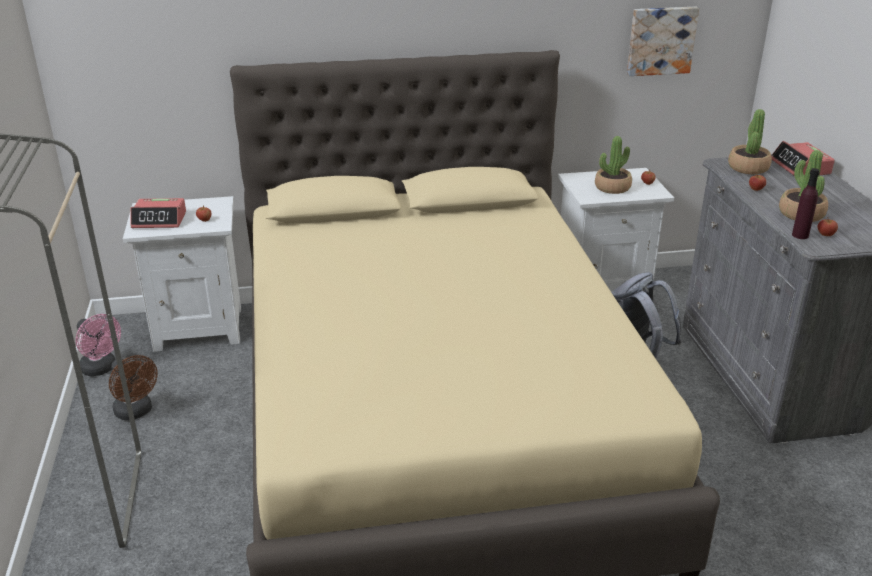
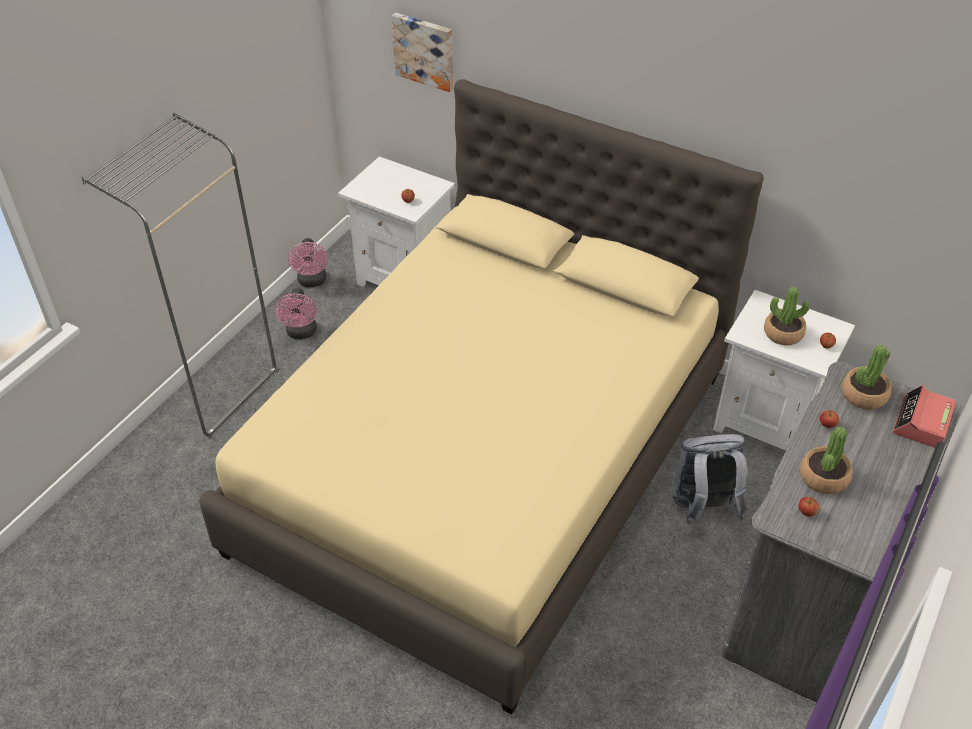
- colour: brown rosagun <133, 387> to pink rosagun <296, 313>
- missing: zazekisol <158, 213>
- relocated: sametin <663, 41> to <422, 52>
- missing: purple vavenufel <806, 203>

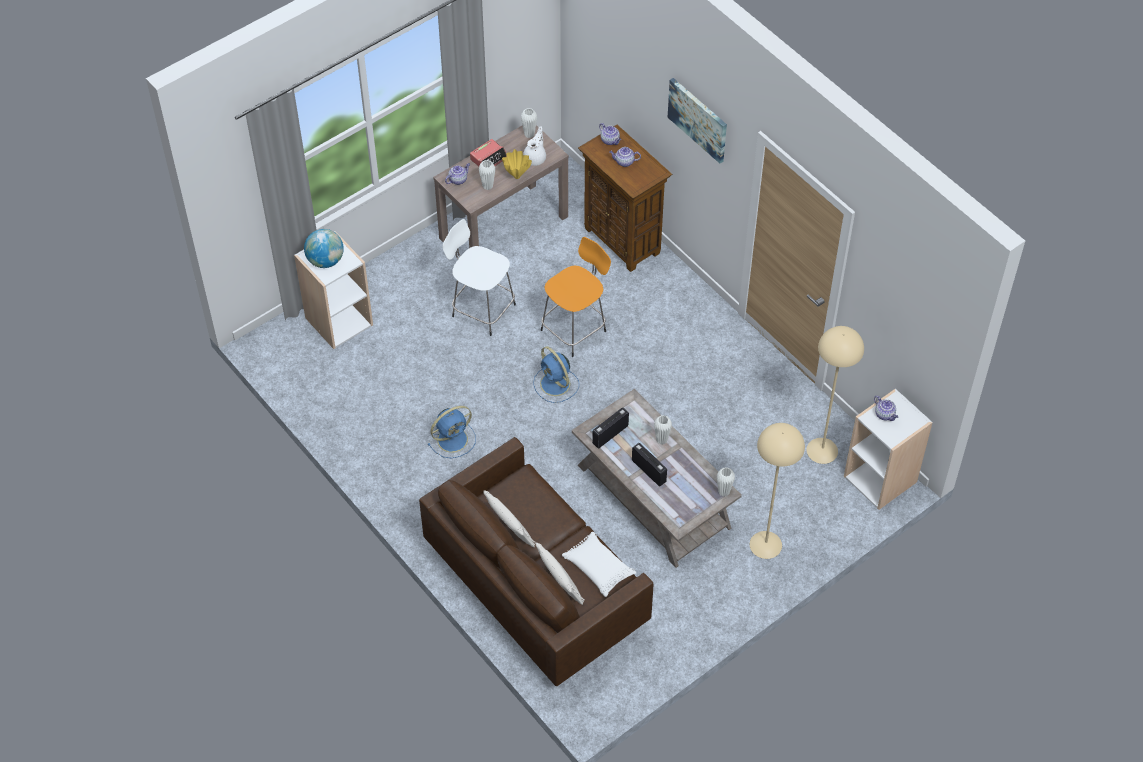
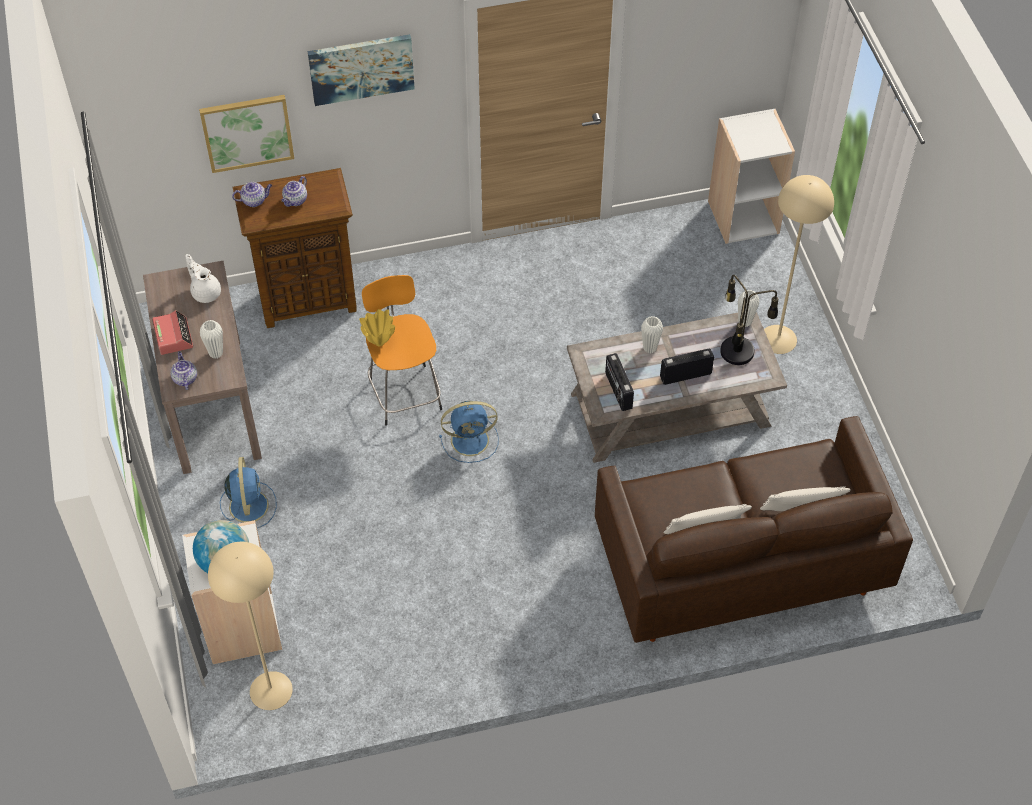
- relocated: blue rosagun <451, 432> to <248, 492>
- missing: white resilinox <479, 277>
- relocated: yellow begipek <517, 164> to <377, 327>
- missing: white begipek <529, 123>
- missing: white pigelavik <599, 564>
- relocated: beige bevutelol <835, 395> to <250, 626>
- missing: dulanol <886, 408>
- appeared: sametin <246, 134>
- appeared: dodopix <749, 320>

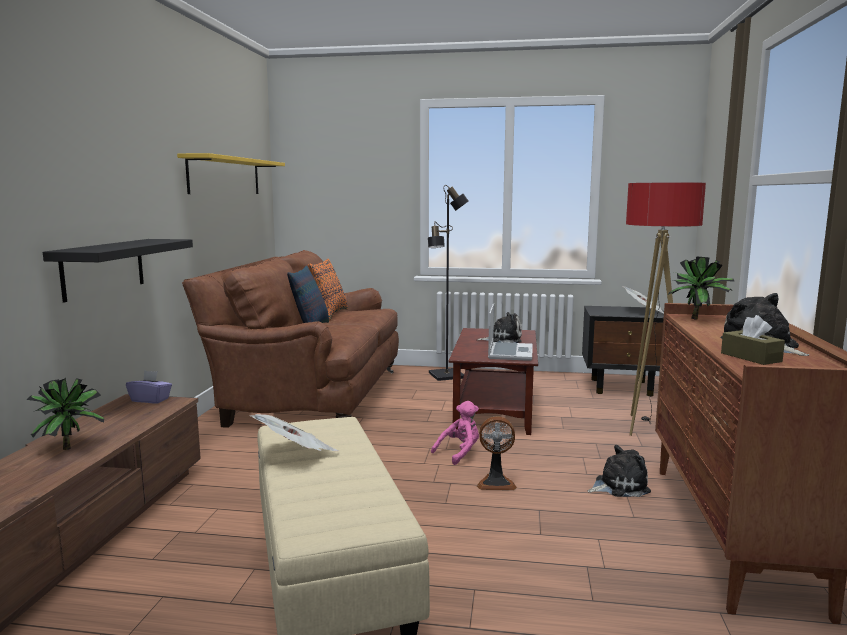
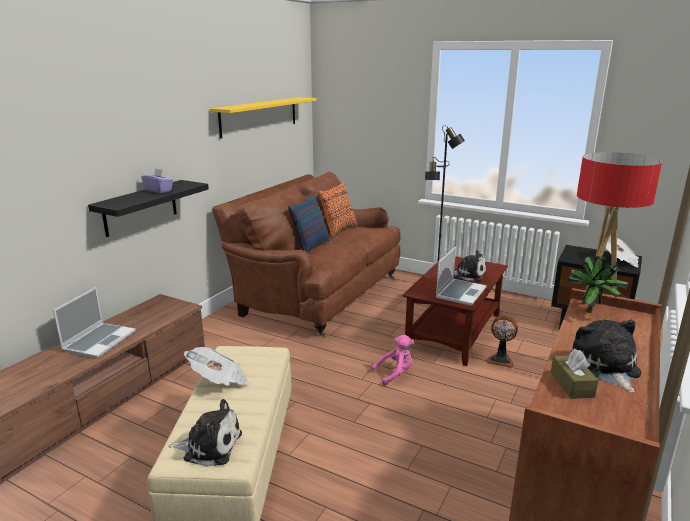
- exchanged: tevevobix <65, 414> to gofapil <94, 322>
- relocated: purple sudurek <149, 387> to <157, 180>
- relocated: rosagun <497, 453> to <502, 342>
- relocated: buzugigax <619, 471> to <205, 433>

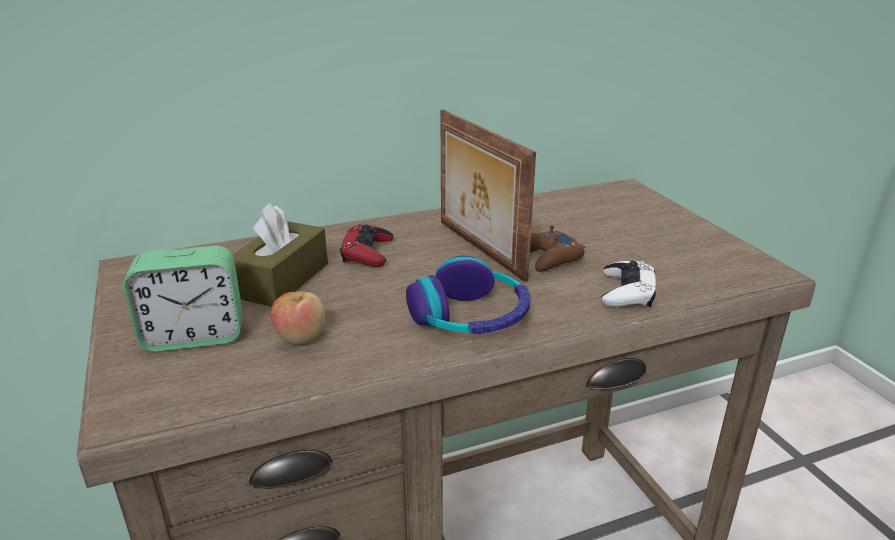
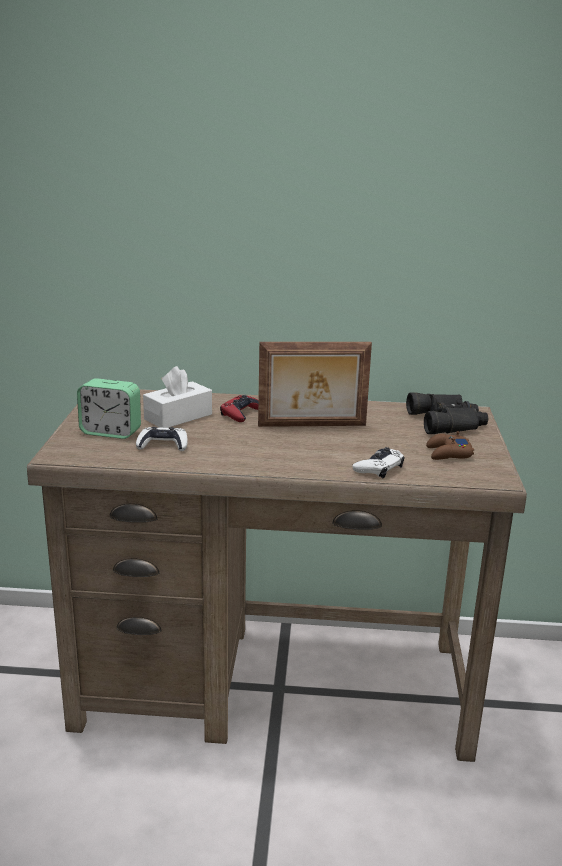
- colour: brown sudurek <280, 255> to white sudurek <177, 397>
- exchanged: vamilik <297, 318> to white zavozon <162, 439>
- missing: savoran <468, 295>
- spun: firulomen <488, 196> = <315, 384> 90 degrees counterclockwise
- relocated: brown zavozon <557, 248> to <450, 445>
- appeared: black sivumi <447, 413>

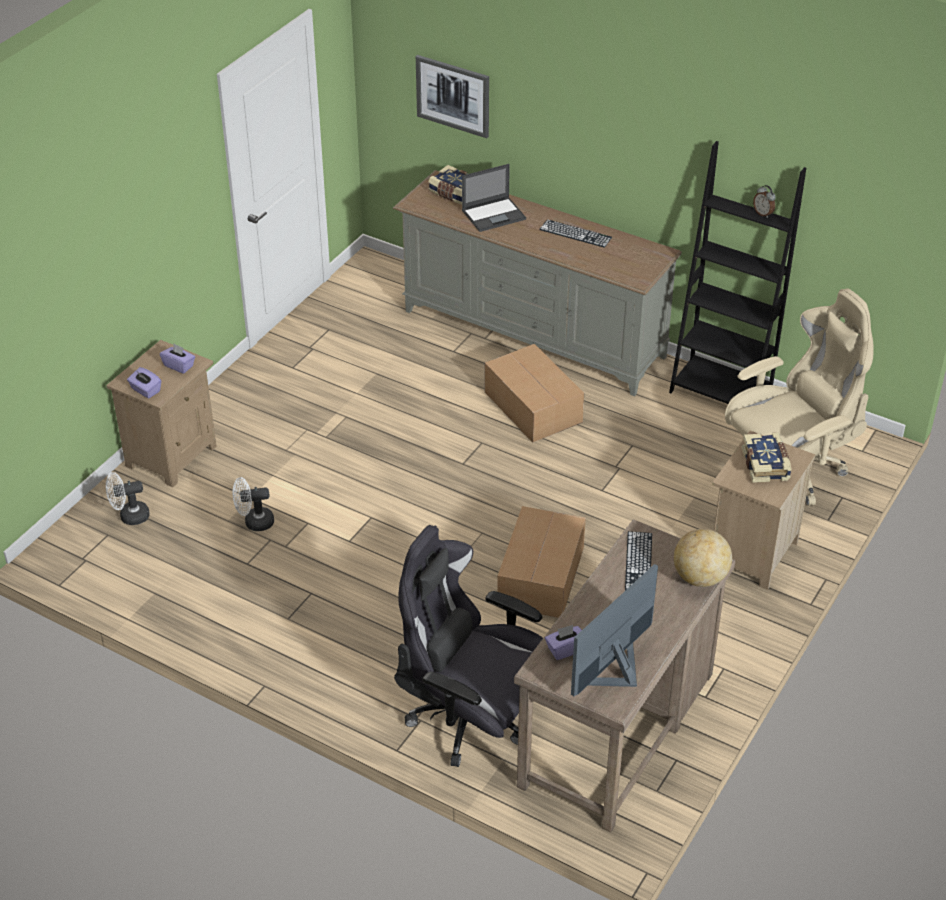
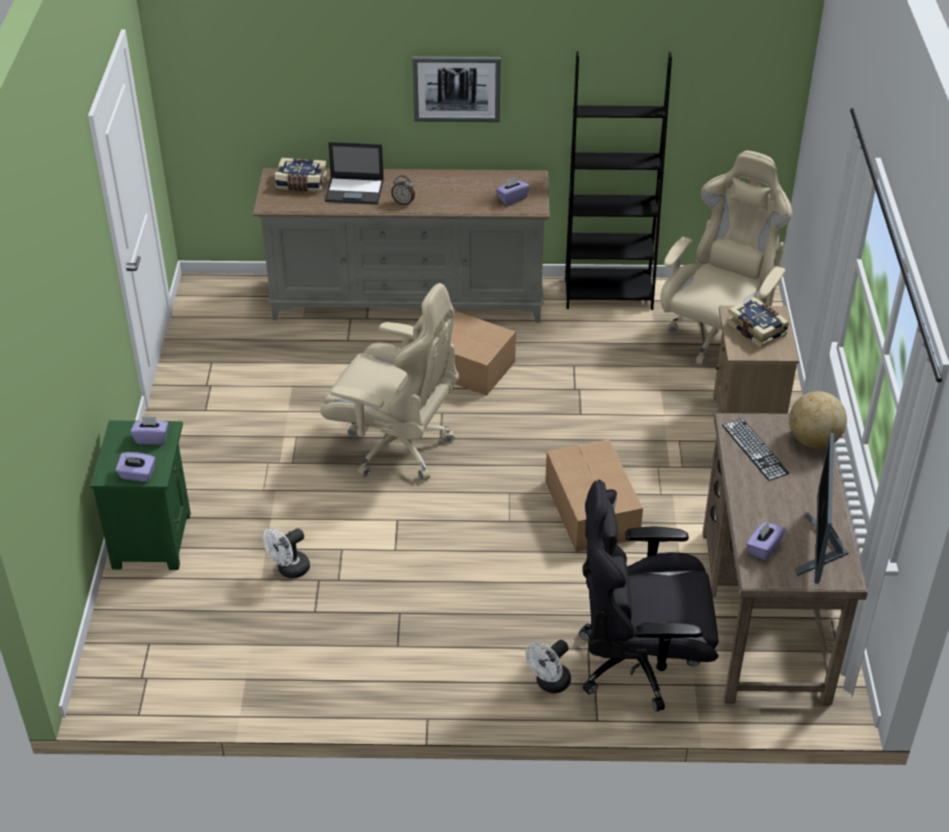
- colour: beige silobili <161, 413> to green silobili <140, 495>
- relocated: white rosagun <128, 498> to <548, 666>
- relocated: sametin <452, 96> to <456, 89>
- spun: gofapil <494, 198> = <354, 173> 60 degrees clockwise
- missing: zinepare <575, 233>
- relocated: zazekisol <764, 201> to <403, 190>
- appeared: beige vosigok <389, 382>
- appeared: purple sudurek <513, 190>

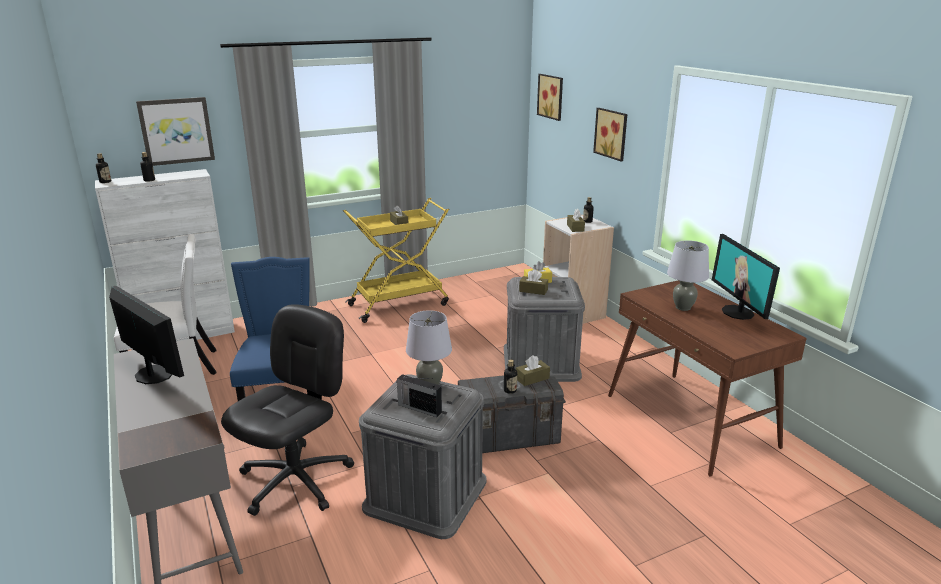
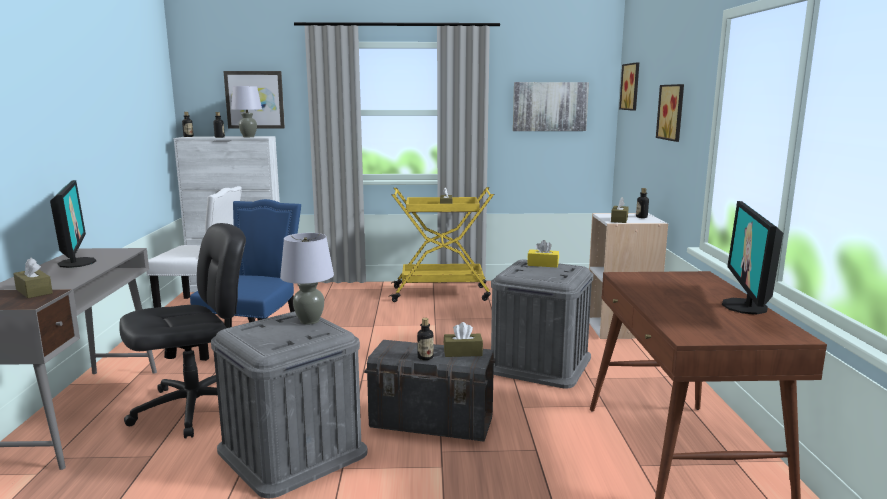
- missing: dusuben <419, 395>
- relocated: brown sudurek <533, 282> to <33, 277>
- relocated: grey dodopix <688, 275> to <246, 111>
- appeared: sametin <551, 106>

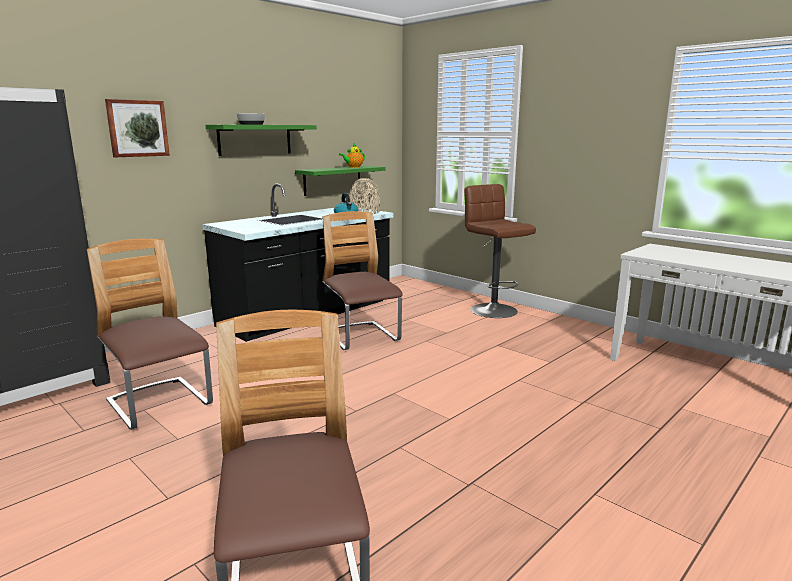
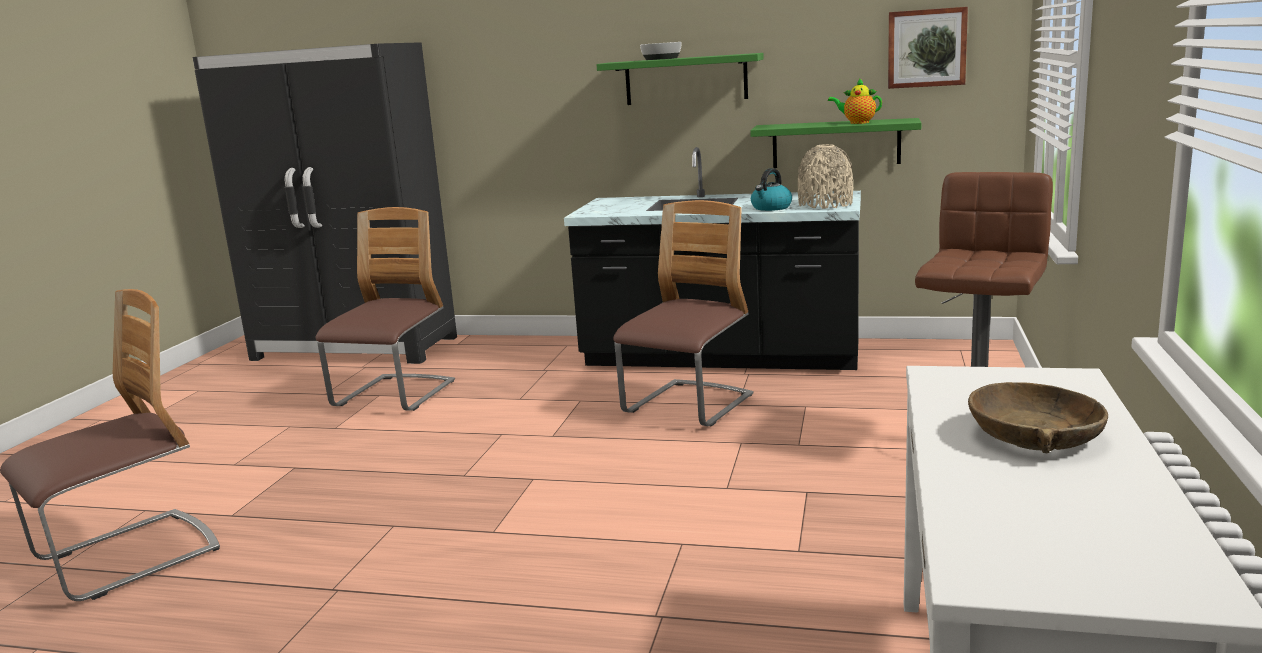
- relocated: sametin <137, 128> to <928, 48>
- appeared: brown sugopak <1038, 417>

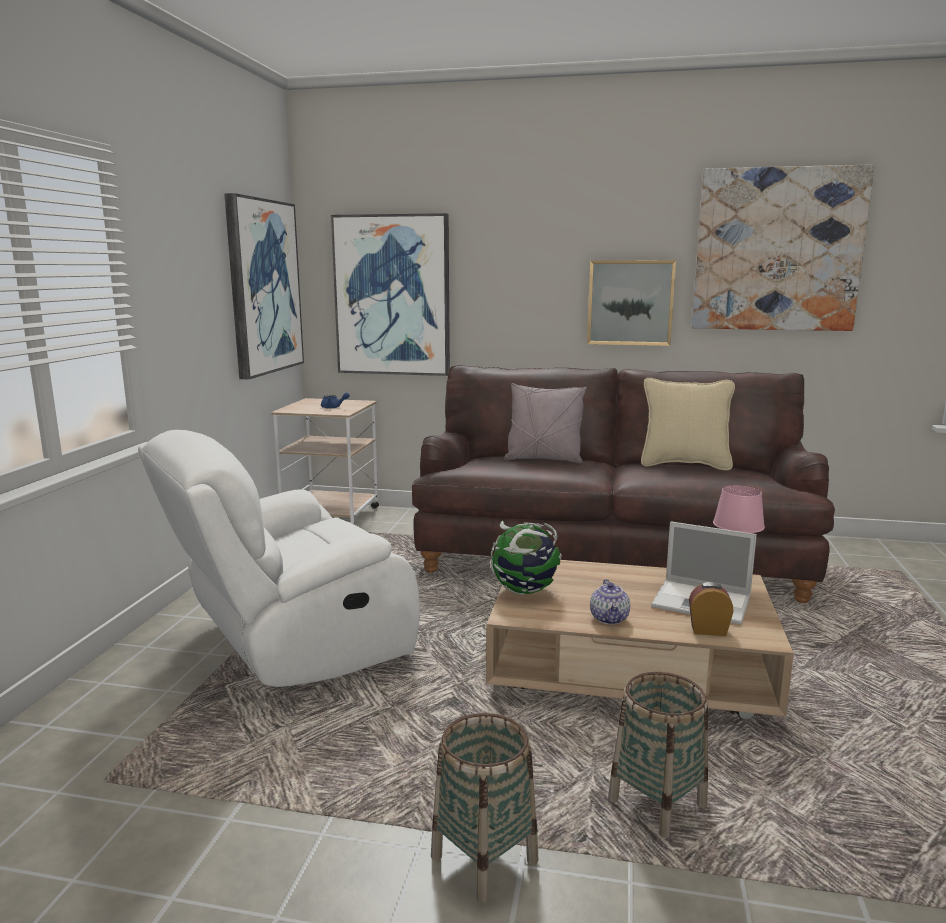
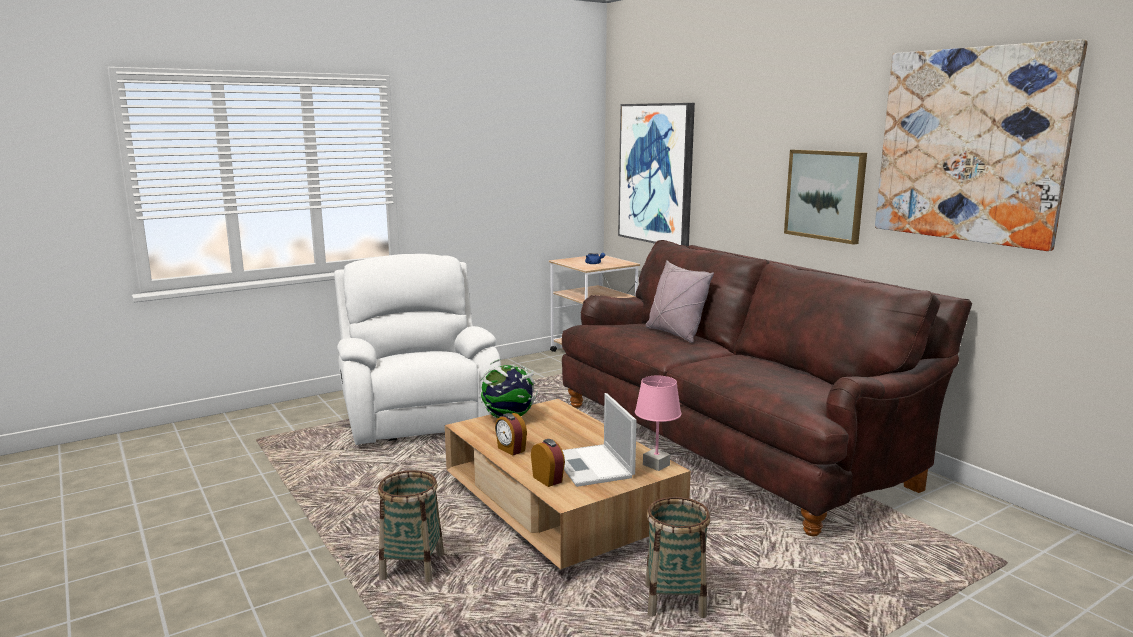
- spun: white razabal <279, 558> = <417, 349> 60 degrees clockwise
- missing: sametin <264, 286>
- relocated: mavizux <484, 808> to <677, 557>
- exchanged: dulanol <610, 602> to zazekisol <511, 434>
- missing: beige pigelavik <688, 424>

